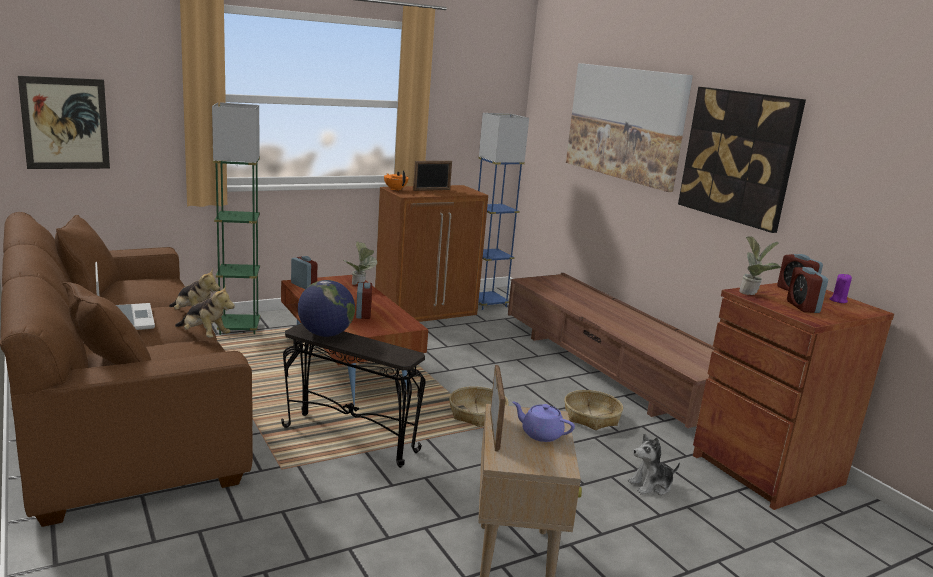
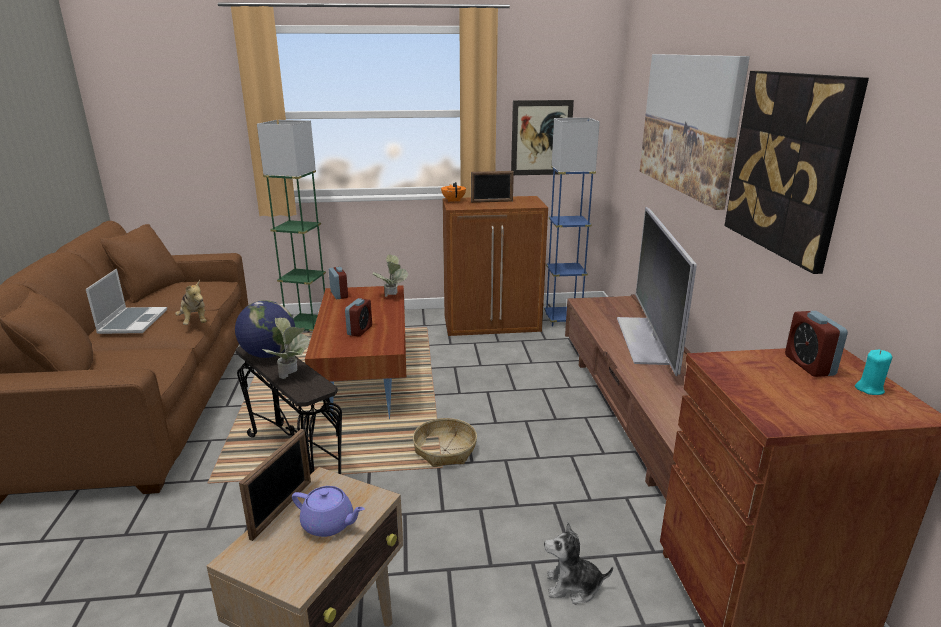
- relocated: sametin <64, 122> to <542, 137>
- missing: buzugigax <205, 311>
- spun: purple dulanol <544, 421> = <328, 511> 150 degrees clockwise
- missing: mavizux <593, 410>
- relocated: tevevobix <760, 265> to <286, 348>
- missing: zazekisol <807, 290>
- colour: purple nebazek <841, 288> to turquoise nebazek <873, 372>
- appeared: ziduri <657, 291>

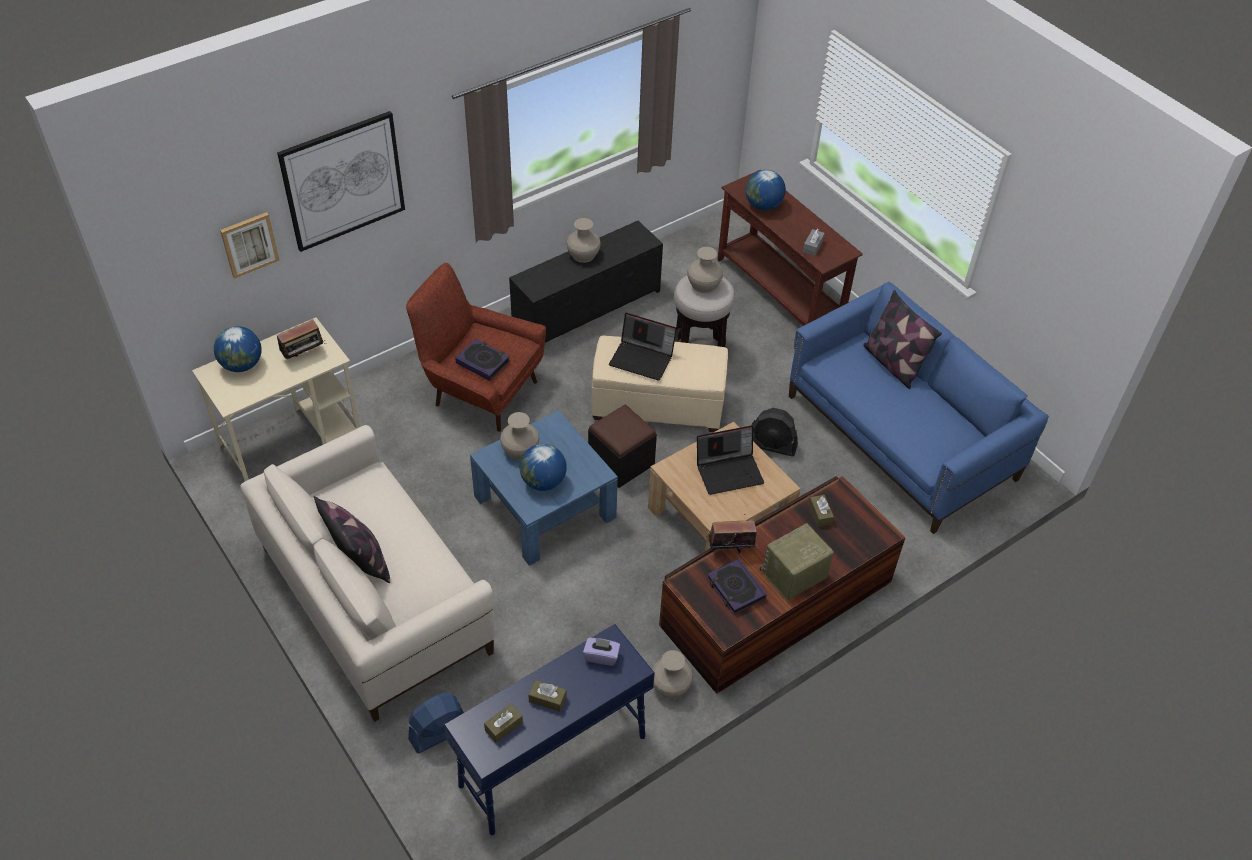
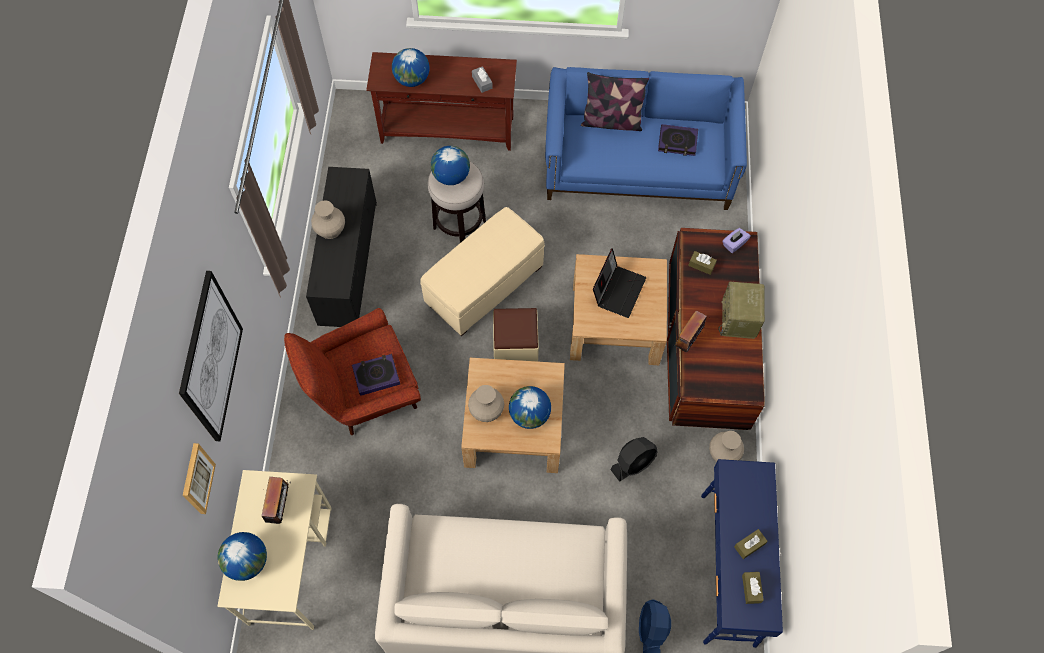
- missing: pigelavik <352, 539>
- colour: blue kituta <544, 488> to brown kituta <513, 415>
- relocated: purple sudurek <601, 652> to <736, 240>
- colour: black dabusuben <622, 446> to beige dabusuben <516, 335>
- missing: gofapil <643, 347>
- exchanged: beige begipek <705, 270> to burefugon <450, 165>
- relocated: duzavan <737, 587> to <678, 140>
- relocated: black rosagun <775, 432> to <633, 459>

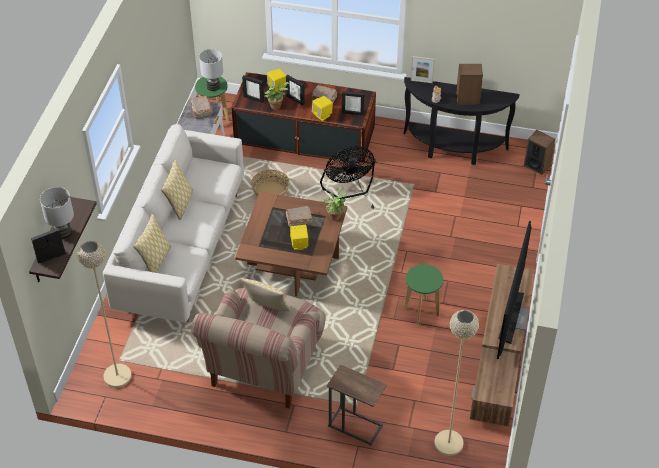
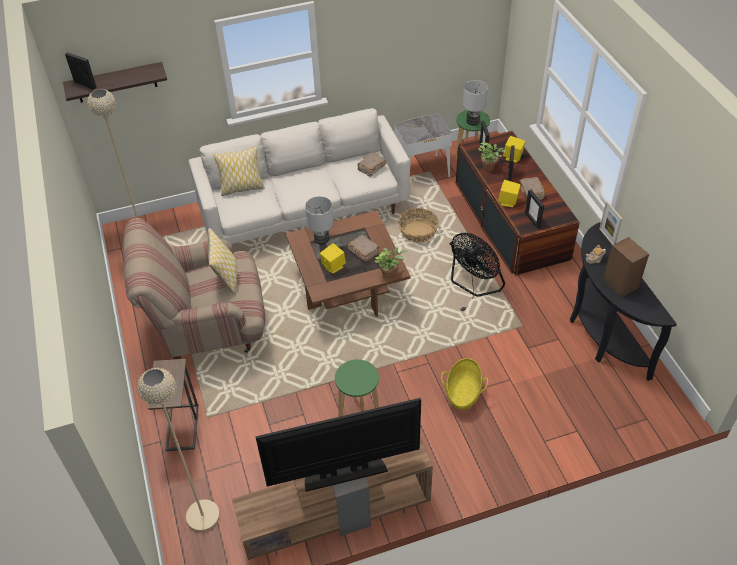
- relocated: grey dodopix <57, 213> to <319, 220>
- missing: pigelavik <177, 189>
- relocated: brown duzavan <201, 107> to <371, 164>
- missing: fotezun <539, 152>
- appeared: mavizux <464, 384>

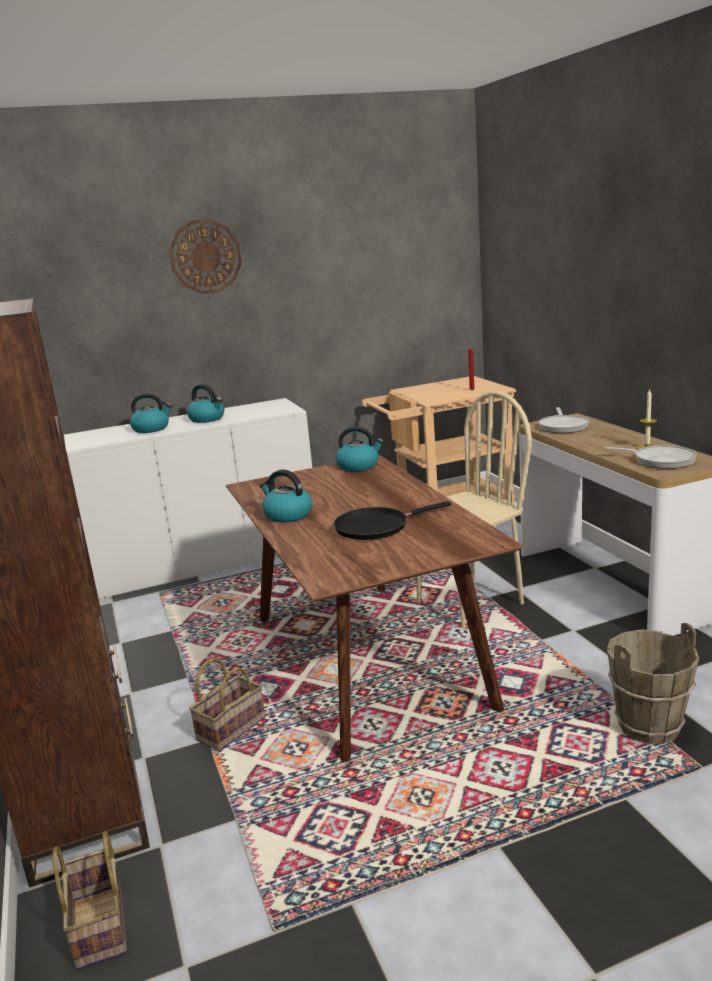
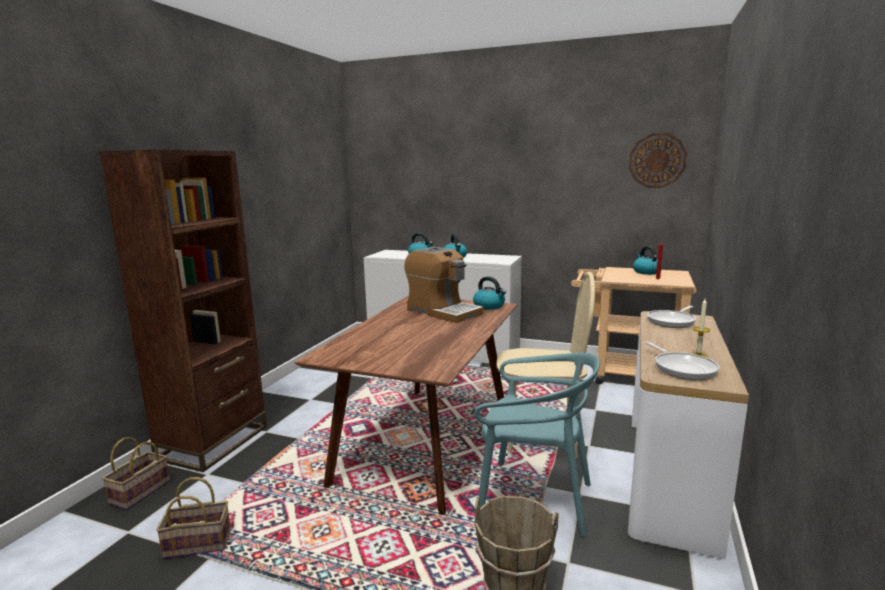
- relocated: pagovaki <205, 256> to <658, 160>
- relocated: mavizux <227, 704> to <193, 518>
- relocated: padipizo <286, 496> to <648, 260>
- missing: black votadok <392, 520>
- appeared: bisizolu <444, 285>
- appeared: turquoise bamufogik <537, 444>

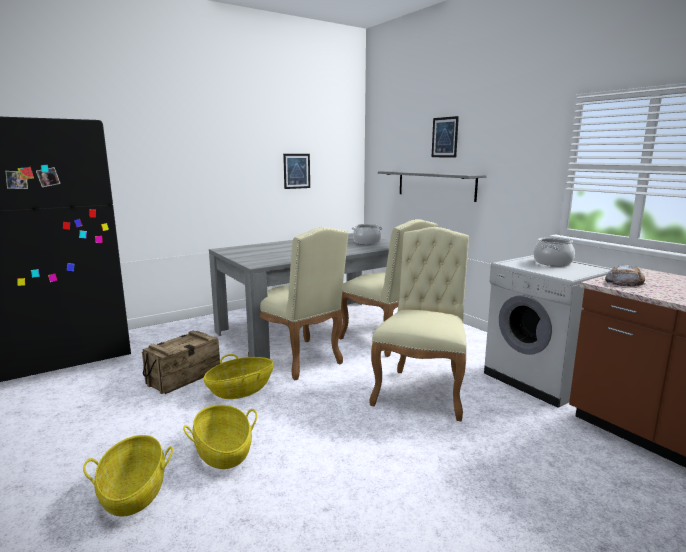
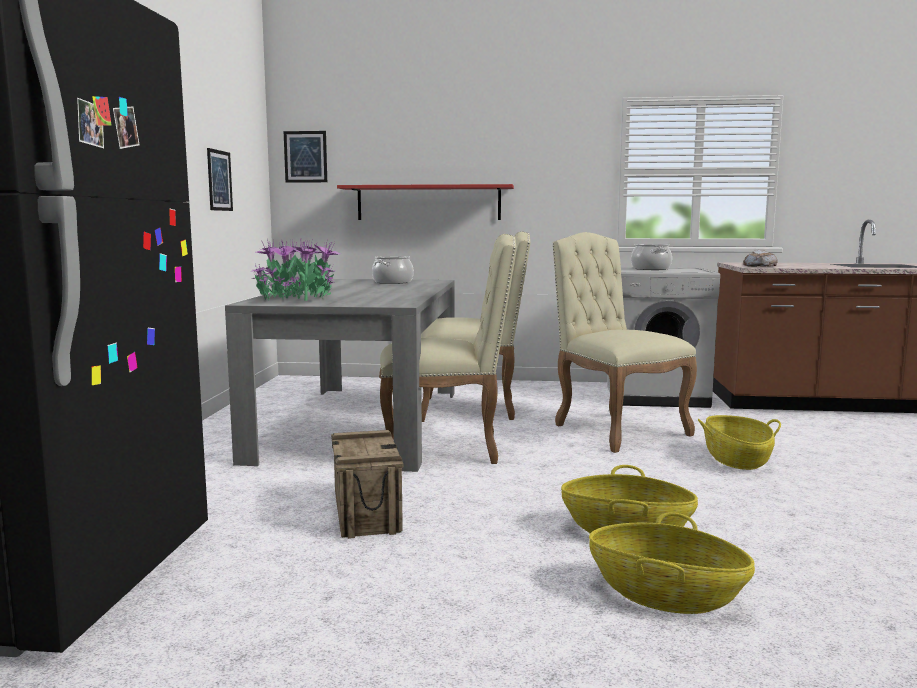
- relocated: mavizux <238, 376> to <739, 442>
- colour: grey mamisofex <432, 186> to red mamisofex <425, 202>
- relocated: sametin <445, 137> to <305, 157>
- appeared: tevevobix <296, 270>

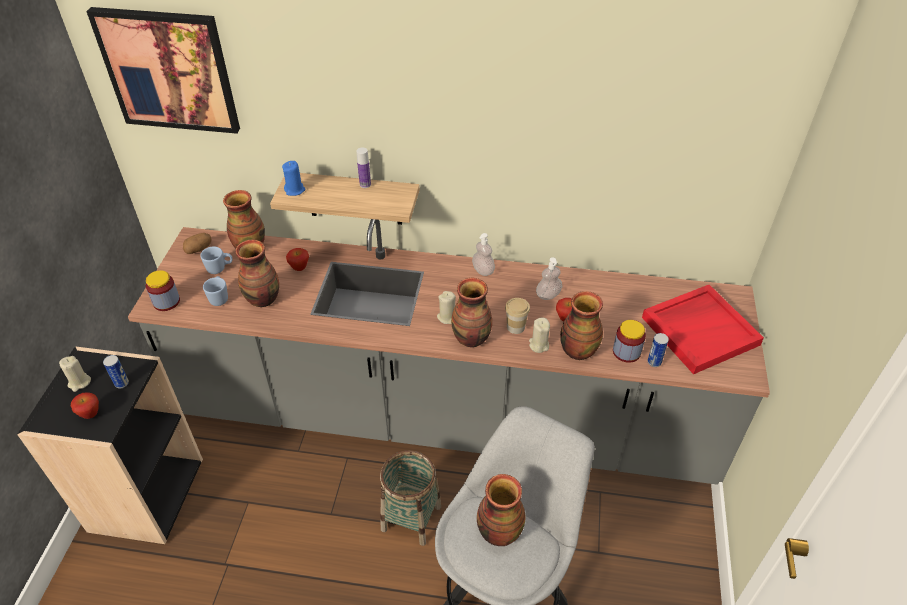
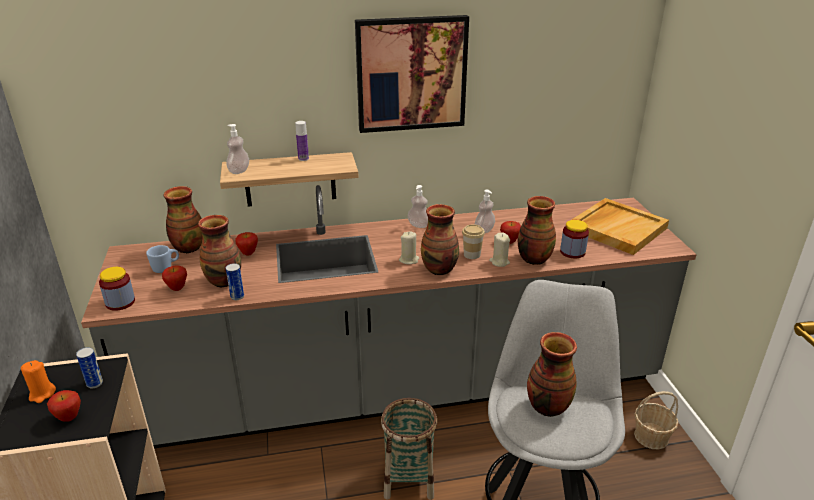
- colour: beige nebazek <75, 374> to orange nebazek <38, 381>
- relocated: sametin <163, 70> to <412, 74>
- missing: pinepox <197, 243>
- exchanged: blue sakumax <215, 291> to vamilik <174, 278>
- exchanged: blue nebazek <294, 178> to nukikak <237, 149>
- colour: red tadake <703, 329> to beige tadake <620, 226>
- relocated: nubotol <658, 350> to <235, 281>
- appeared: mavizux <656, 420>

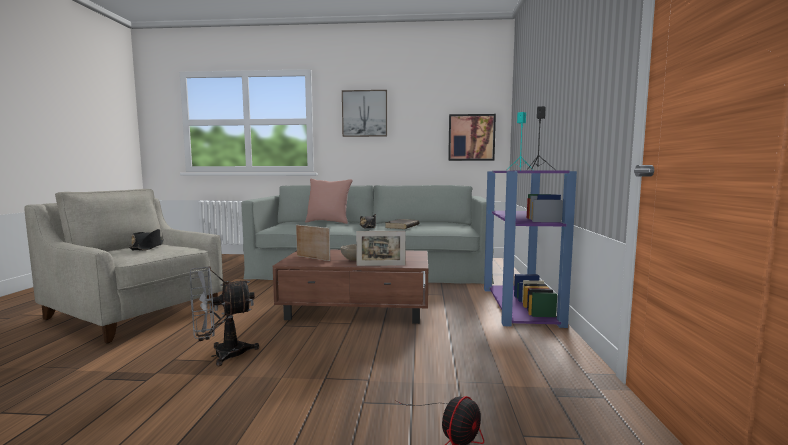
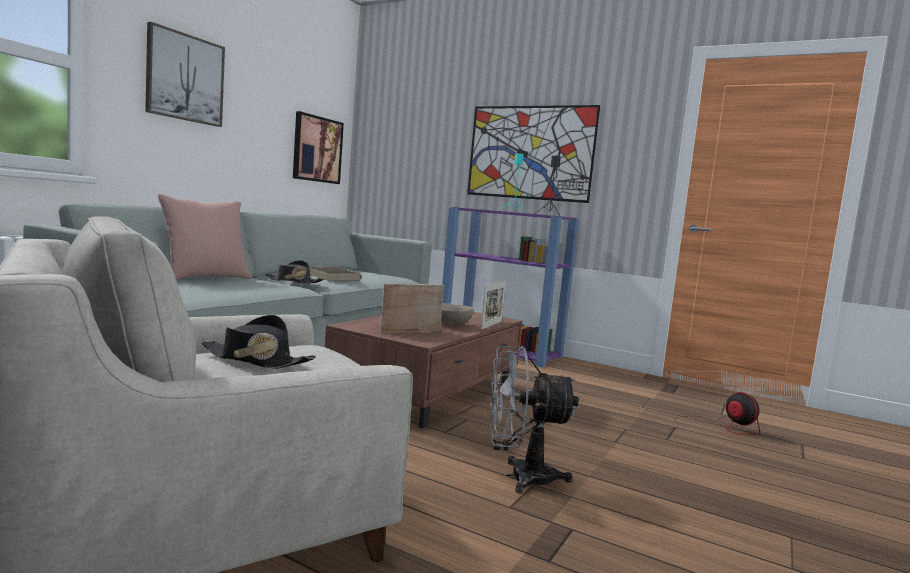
- spun: grey rosagun <224, 316> = <534, 420> 90 degrees clockwise
- appeared: sametin <533, 154>

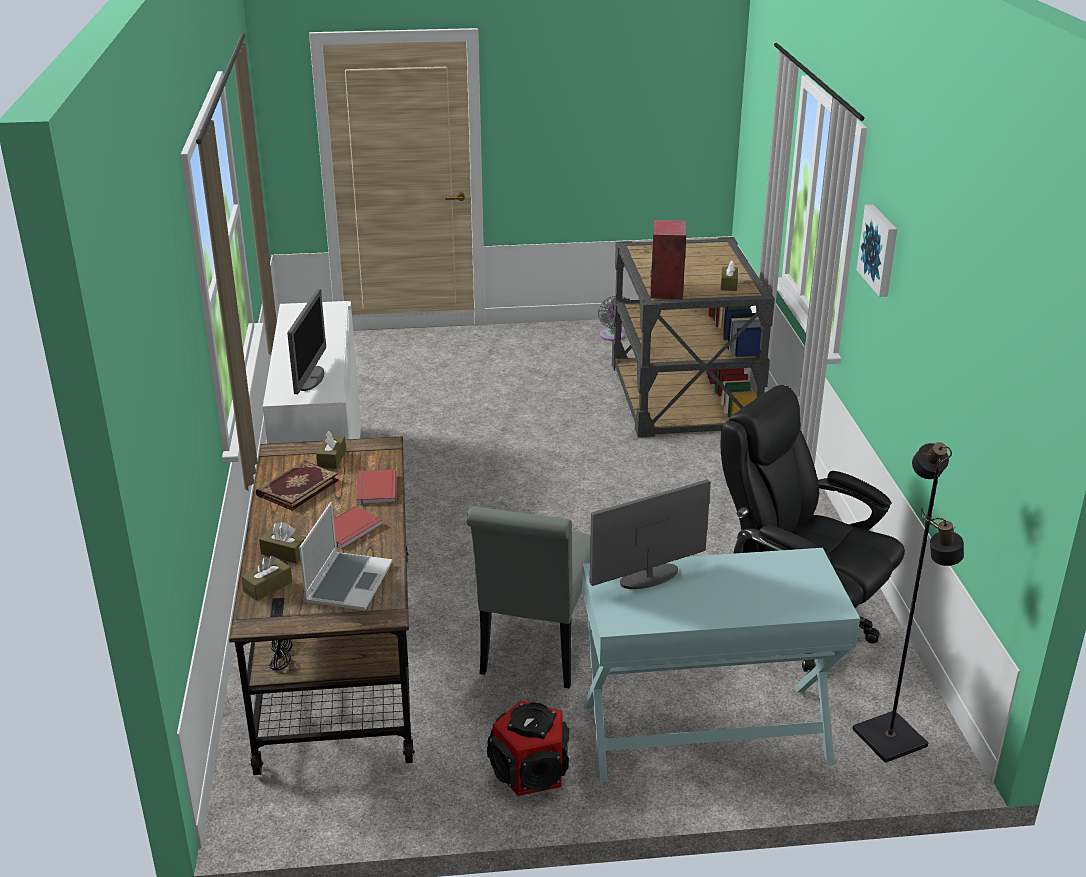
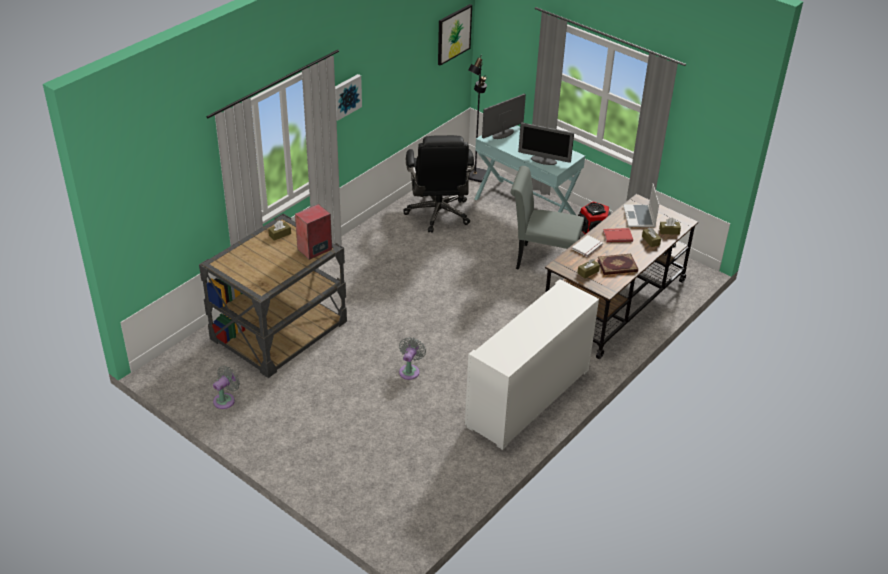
- relocated: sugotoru <306, 341> to <504, 116>
- spun: gofapil <345, 556> = <641, 205> 60 degrees counterclockwise
- colour: red duzavan <376, 487> to white duzavan <587, 246>
- spun: grey bamufogik <528, 597> = <547, 218> 135 degrees counterclockwise
- appeared: grey rosagun <412, 358>
- appeared: sametin <455, 35>

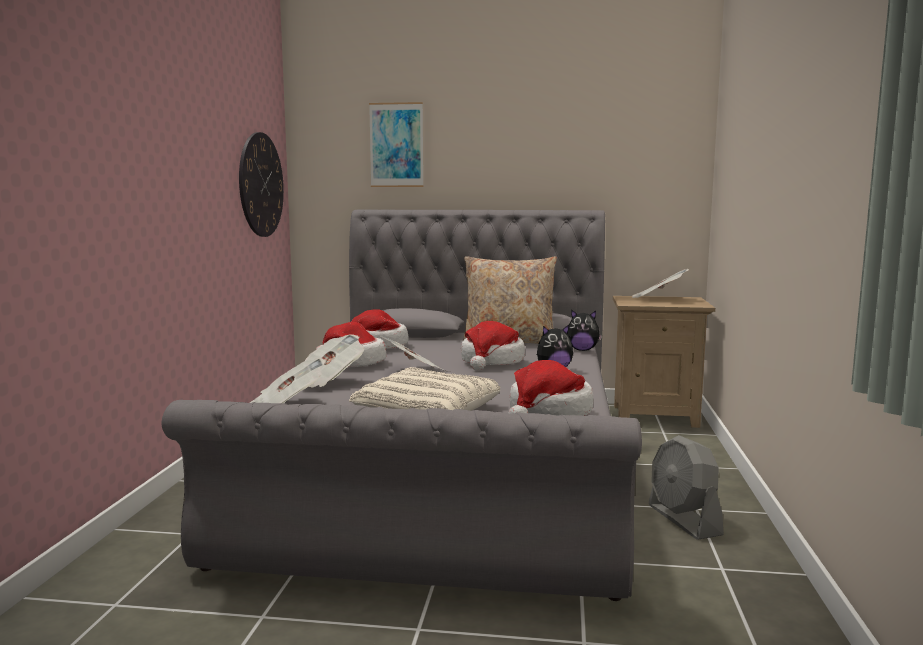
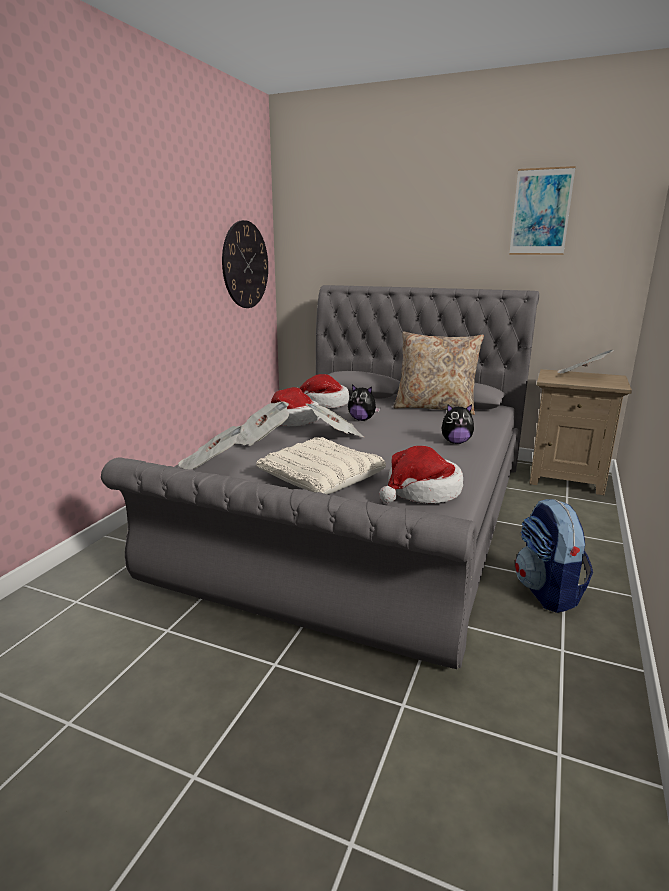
- relocated: sametin <396, 144> to <542, 210>
- missing: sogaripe <493, 345>
- relocated: buzugigax <585, 330> to <364, 402>
- exchanged: grey rosagun <686, 487> to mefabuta <554, 556>

